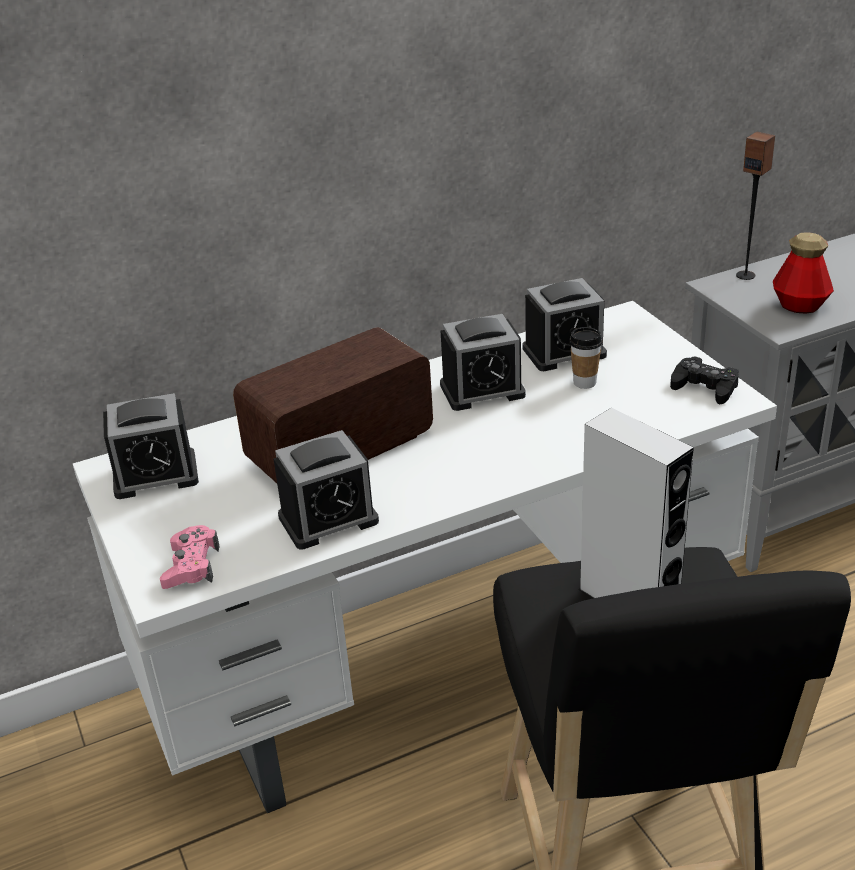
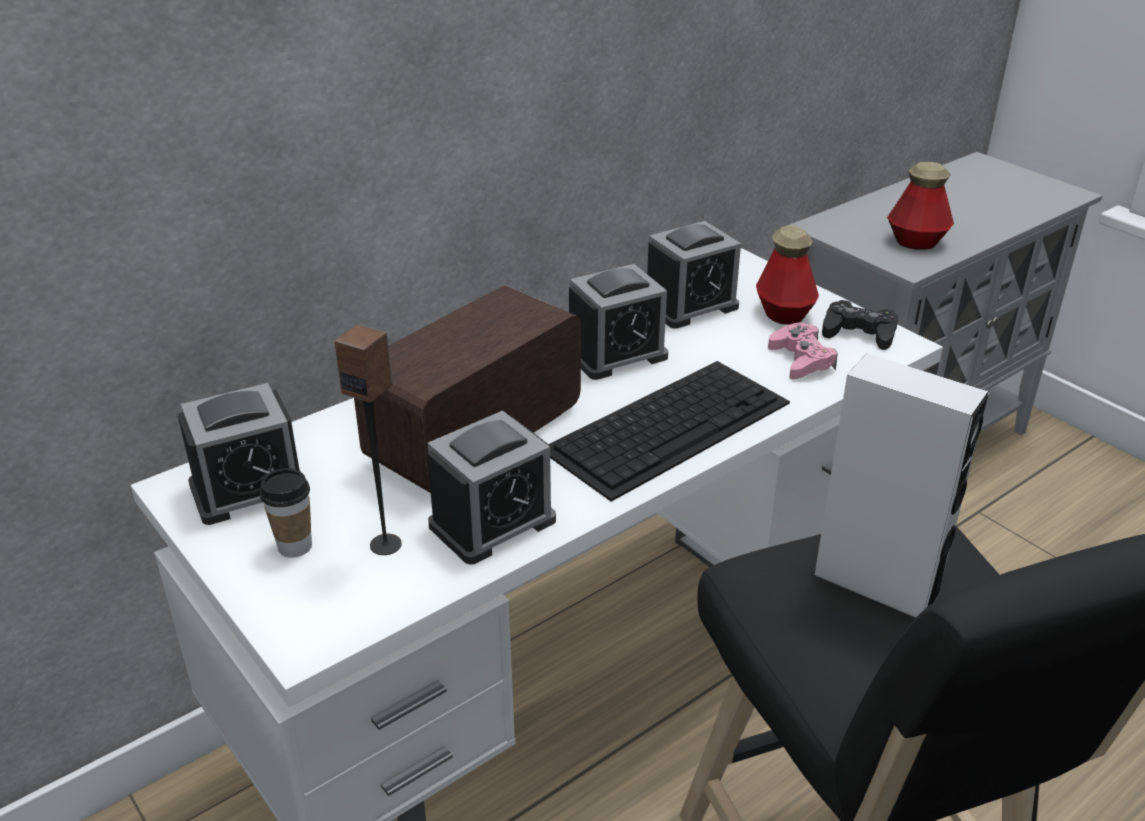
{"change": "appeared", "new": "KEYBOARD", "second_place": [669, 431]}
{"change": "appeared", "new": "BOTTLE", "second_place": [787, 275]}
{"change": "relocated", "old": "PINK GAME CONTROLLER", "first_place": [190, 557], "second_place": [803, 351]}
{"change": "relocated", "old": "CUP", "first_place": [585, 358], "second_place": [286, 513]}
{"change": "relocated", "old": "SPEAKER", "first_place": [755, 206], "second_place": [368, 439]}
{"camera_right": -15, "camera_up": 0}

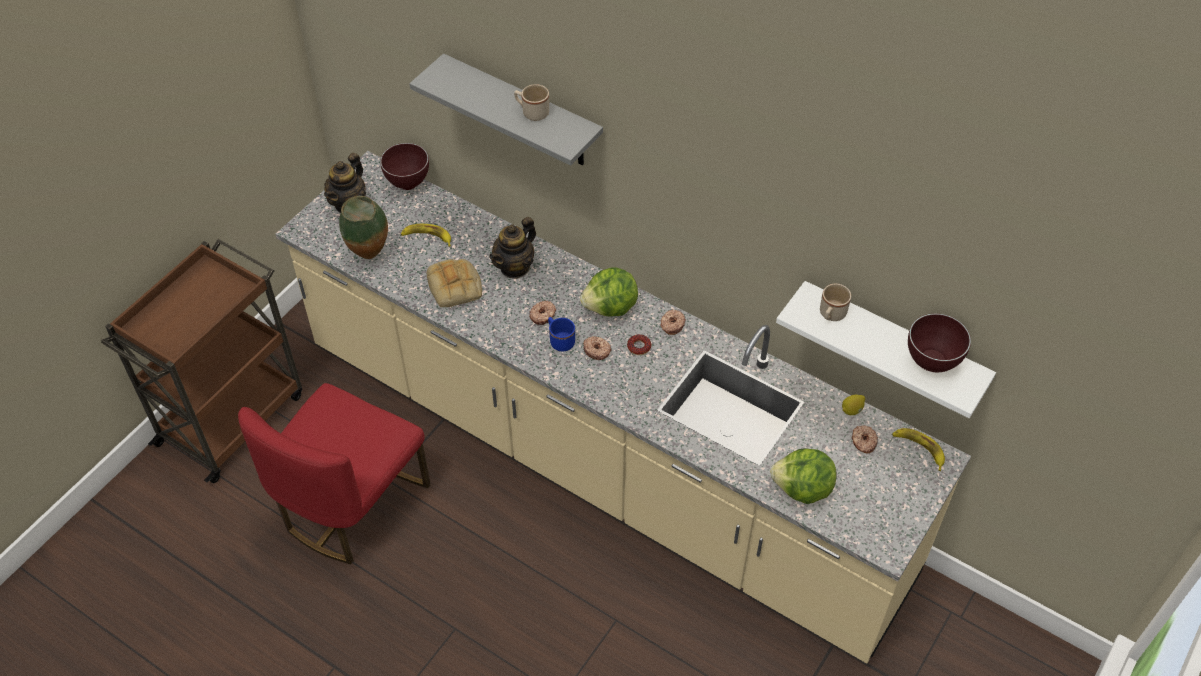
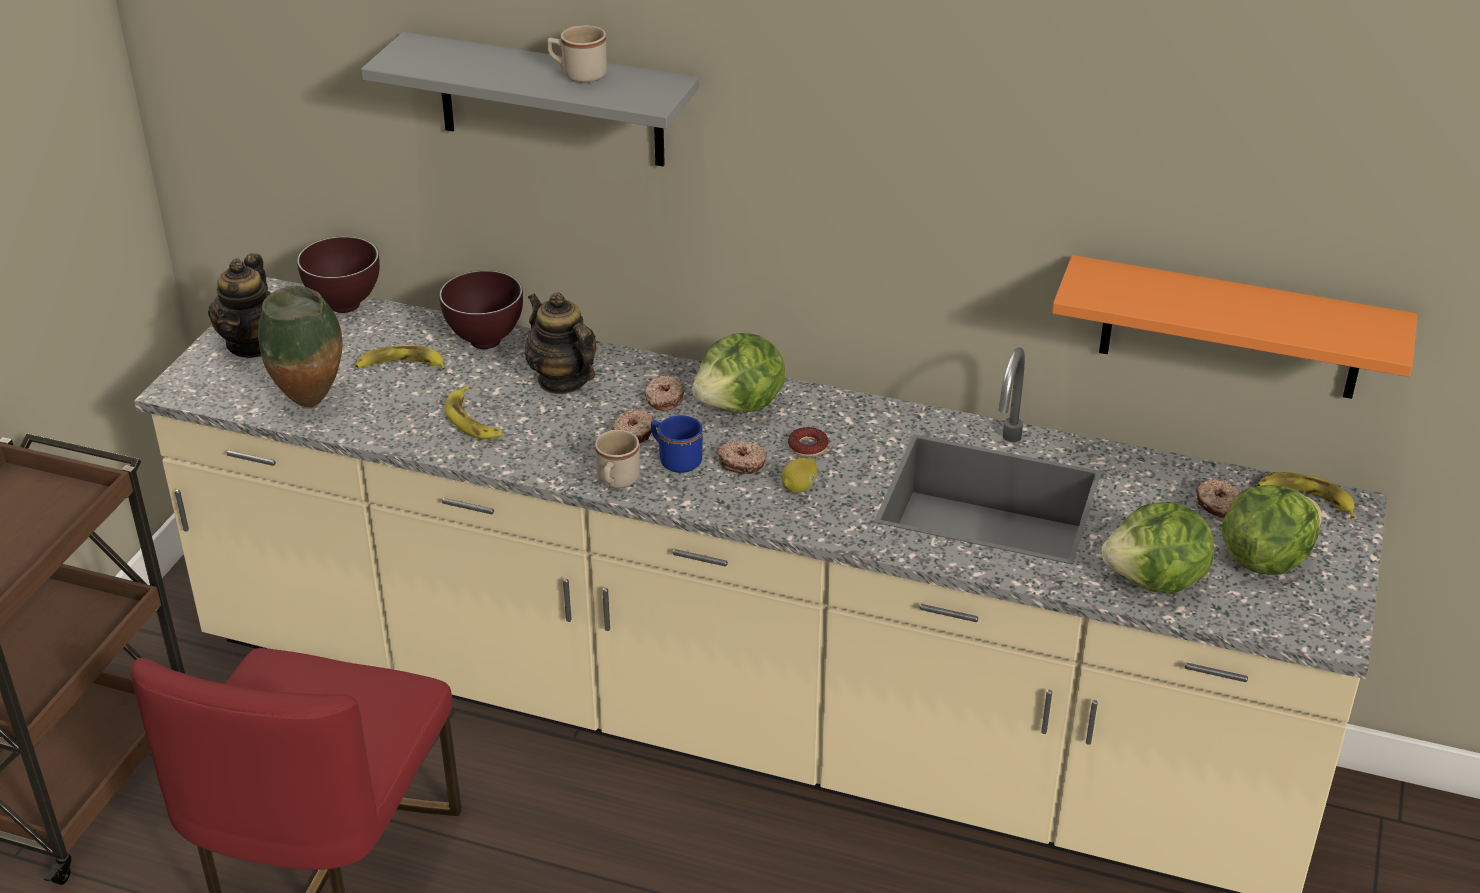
{"change": "appeared", "new": "LETTUCE", "second_place": [1272, 530]}
{"change": "relocated", "old": "DONUT", "first_place": [673, 322], "second_place": [664, 393]}
{"change": "relocated", "old": "BEIGE MUG", "first_place": [835, 302], "second_place": [617, 459]}
{"change": "relocated", "old": "LEMON", "first_place": [853, 405], "second_place": [799, 475]}
{"change": "relocated", "old": "BROWN BOWL", "first_place": [939, 342], "second_place": [481, 309]}
{"change": "exchanged", "old": "BREAD", "new": "BANANA", "first_place": [454, 283], "second_place": [474, 412]}
{"change": "colour", "old": "WHITE SHELF", "new": "ORANGE SHELF", "first_place": [886, 349], "second_place": [1235, 327]}
{"change": "spun", "old": "TEAPOT", "first_place": [512, 248], "second_place": [560, 343], "degrees": 120}
{"camera_right": -15, "camera_up": -15}

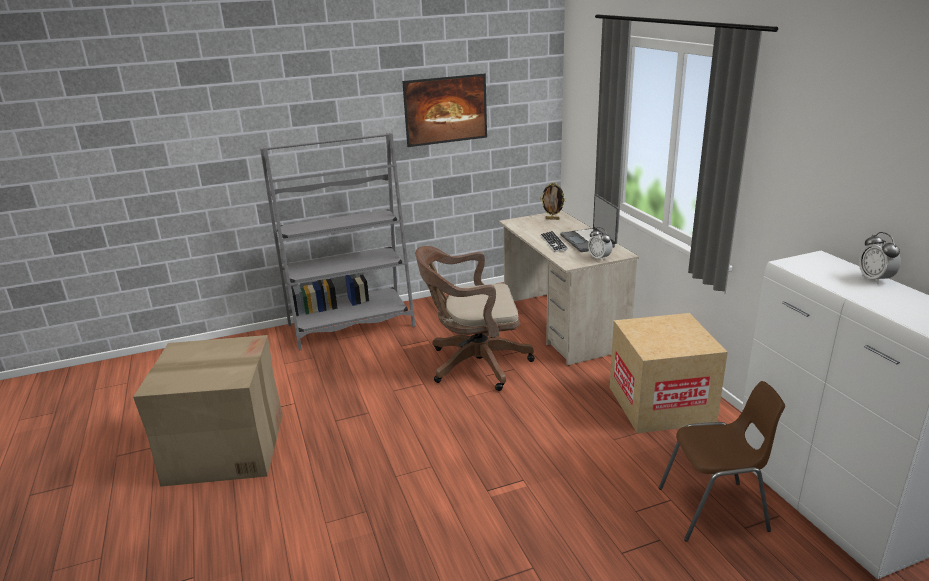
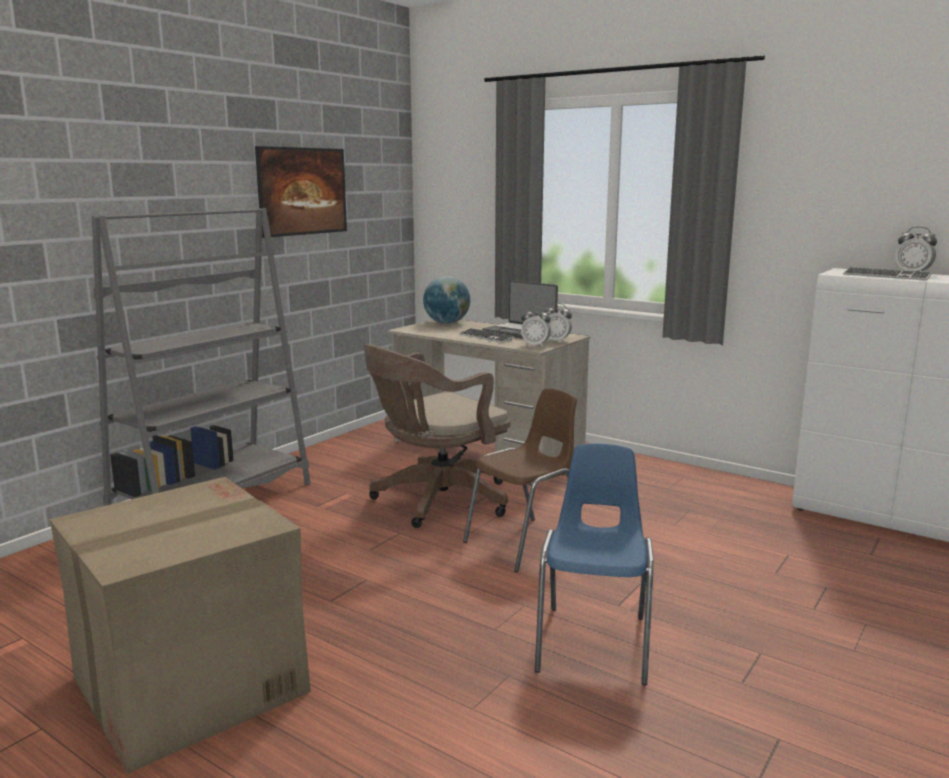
{"change": "missing", "old": "CARDBOARD BOX", "first_place": [669, 373]}
{"change": "appeared", "new": "ALARM CLOCK", "second_place": [536, 327]}
{"change": "appeared", "new": "BLUE CHAIR", "second_place": [594, 565]}
{"change": "appeared", "new": "KEYBOARD", "second_place": [887, 274]}
{"change": "relocated", "old": "BROWN CHAIR", "first_place": [722, 461], "second_place": [520, 480]}
{"change": "exchanged", "old": "PICTURE FRAME", "new": "GLOBE", "first_place": [552, 201], "second_place": [446, 300]}
{"camera_right": -35, "camera_up": -10}

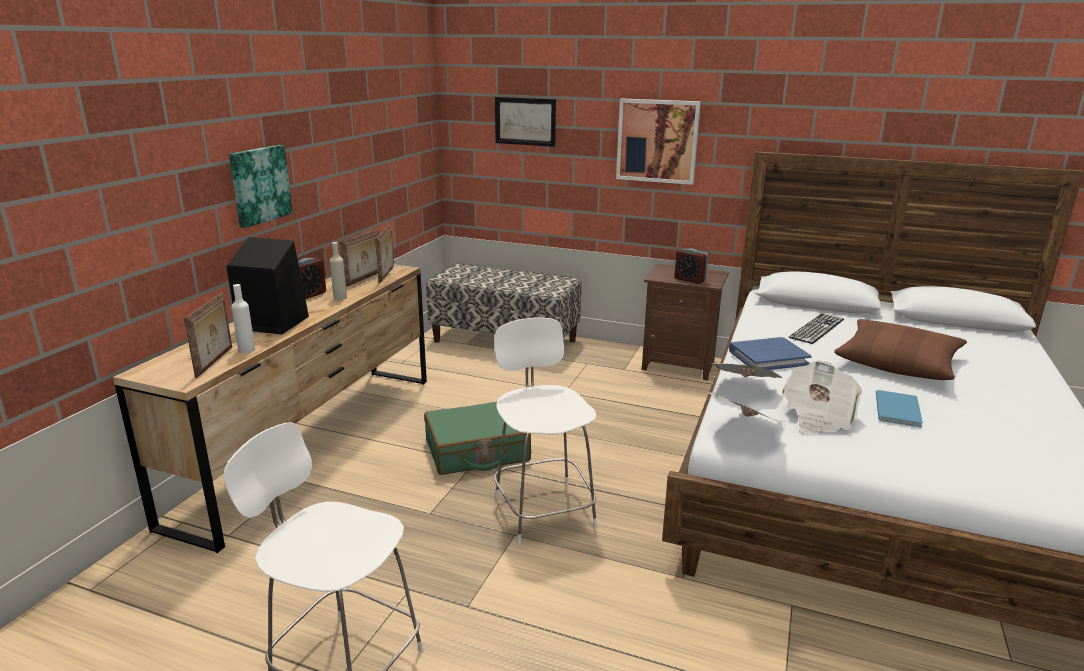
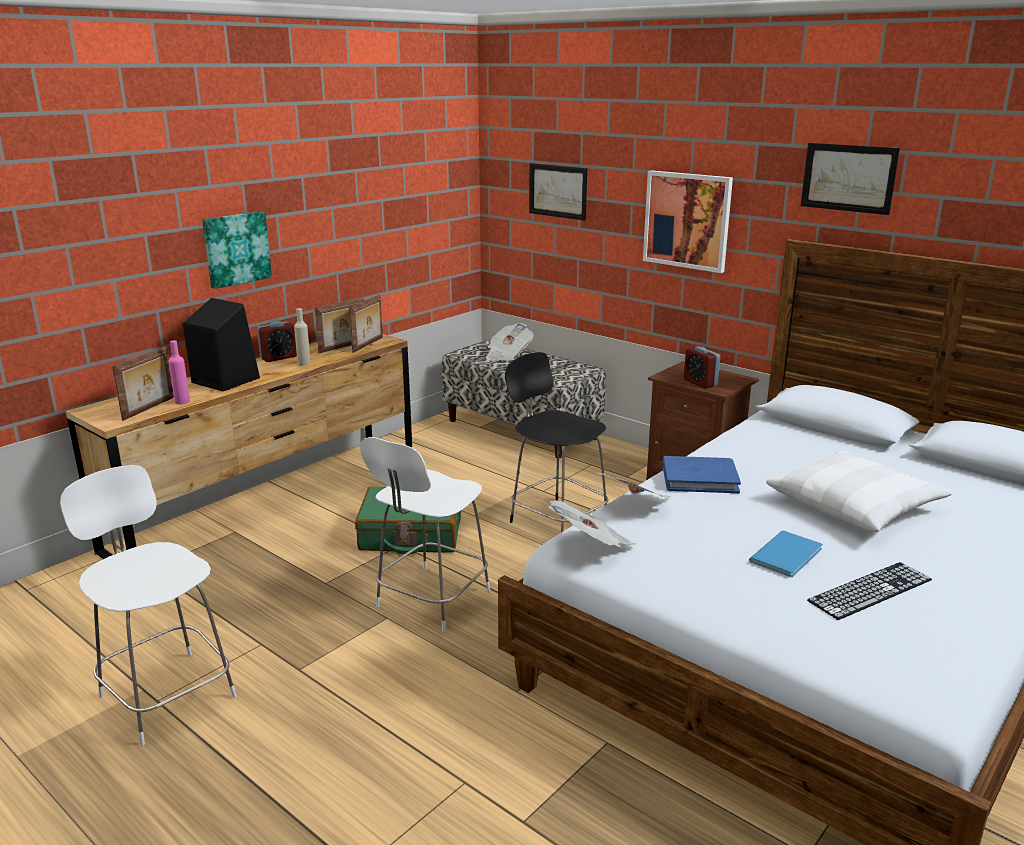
{"change": "appeared", "new": "BLACK CHAIR", "second_place": [557, 442]}
{"change": "appeared", "new": "PICTURE", "second_place": [850, 179]}
{"change": "relocated", "old": "NEWSPAPER", "first_place": [822, 397], "second_place": [509, 342]}
{"change": "relocated", "old": "KEYBOARD", "first_place": [816, 328], "second_place": [869, 591]}
{"change": "colour", "old": "WHITE BOTTLE", "new": "PINK BOTTLE", "first_place": [243, 318], "second_place": [179, 372]}
{"change": "colour", "old": "BROWN PILLOW", "new": "WHITE PILLOW", "first_place": [900, 349], "second_place": [859, 491]}
{"change": "spun", "old": "WHITE CHAIR", "first_place": [545, 431], "second_place": [425, 534], "degrees": -150}
{"camera_right": 20, "camera_up": 0}

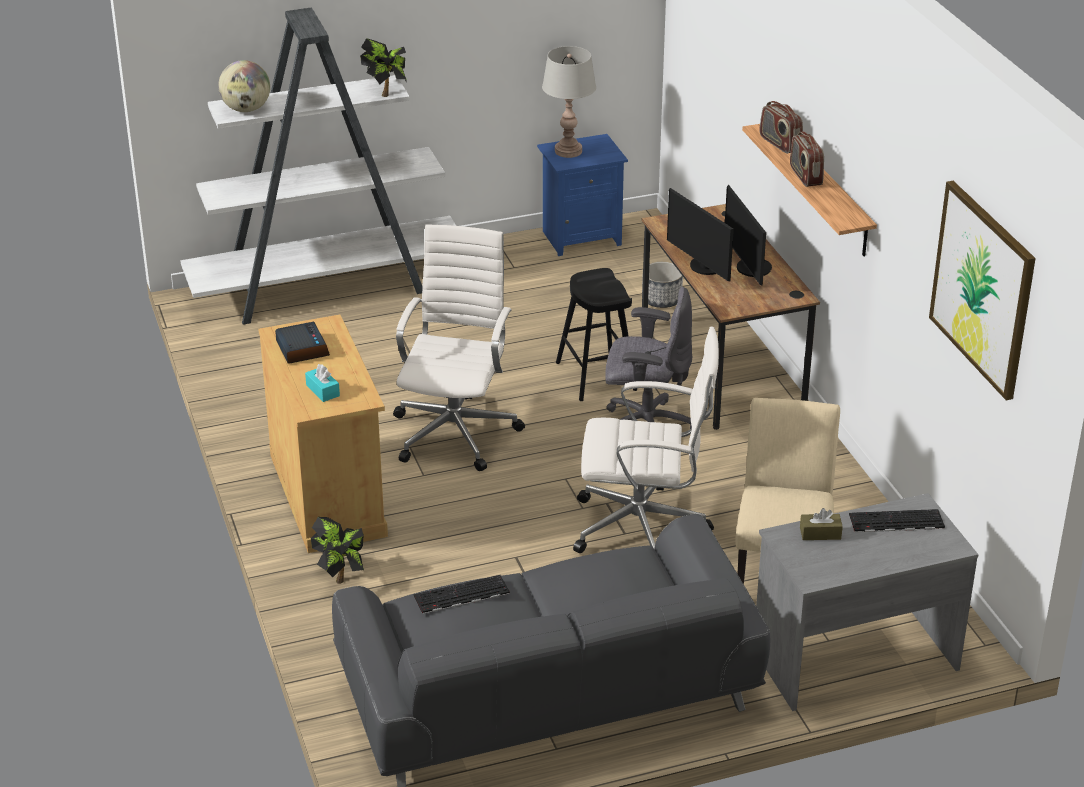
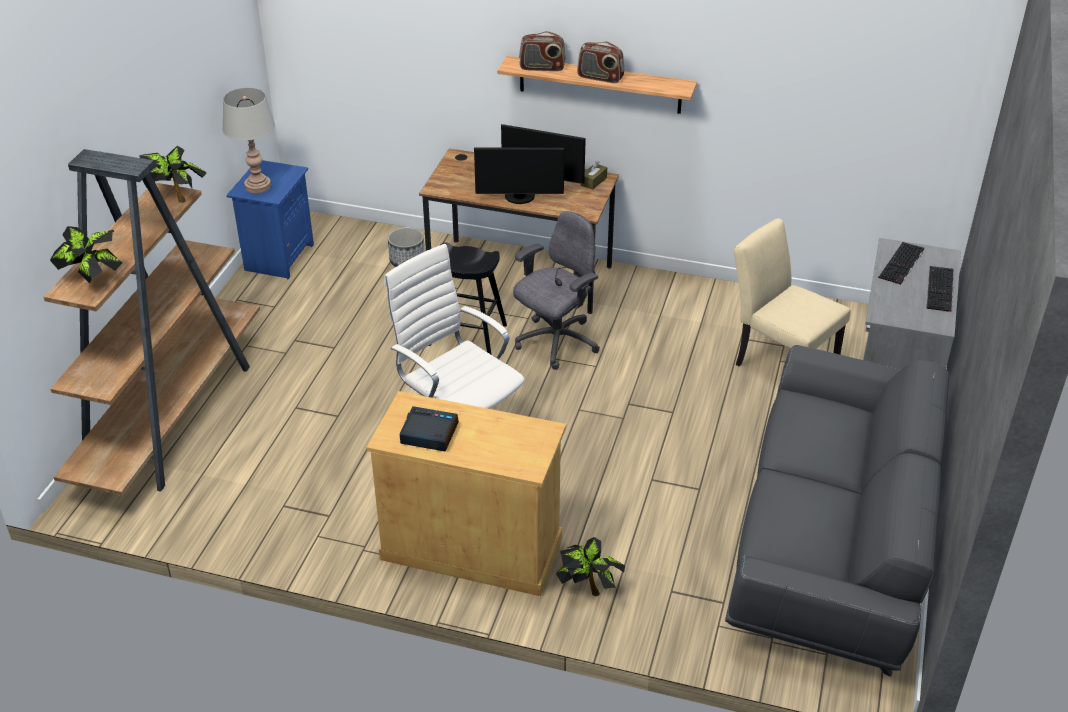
{"change": "missing", "old": "TURQUOISE TISSUE BOX", "first_place": [322, 383]}
{"change": "missing", "old": "WHITE OFFICE CHAIR", "first_place": [646, 440]}
{"change": "missing", "old": "PICTURE", "first_place": [982, 290]}
{"change": "relocated", "old": "KEYBOARD", "first_place": [462, 594], "second_place": [940, 289]}
{"change": "relocated", "old": "BROWN TISSUE BOX", "first_place": [821, 524], "second_place": [593, 175]}
{"change": "exchanged", "old": "GLOBE", "new": "POTTED PLANT", "first_place": [244, 86], "second_place": [86, 255]}
{"change": "colour", "old": "WHITE BOOKCASE", "new": "BROWN BOOKCASE", "first_place": [318, 166], "second_place": [151, 322]}
{"camera_right": -55, "camera_up": 5}

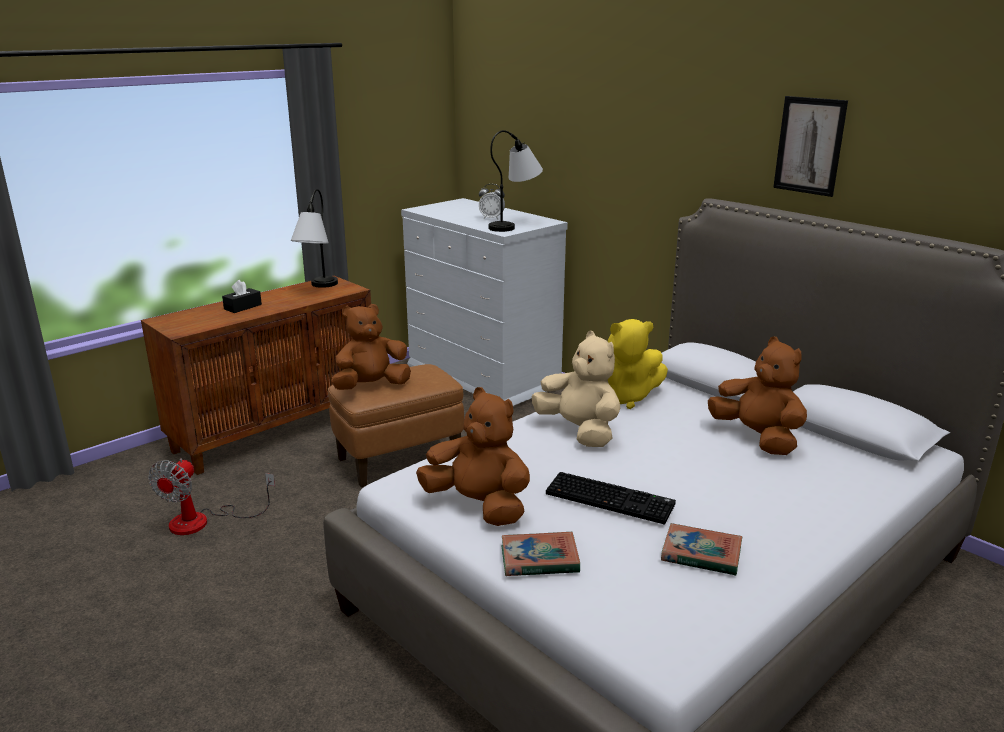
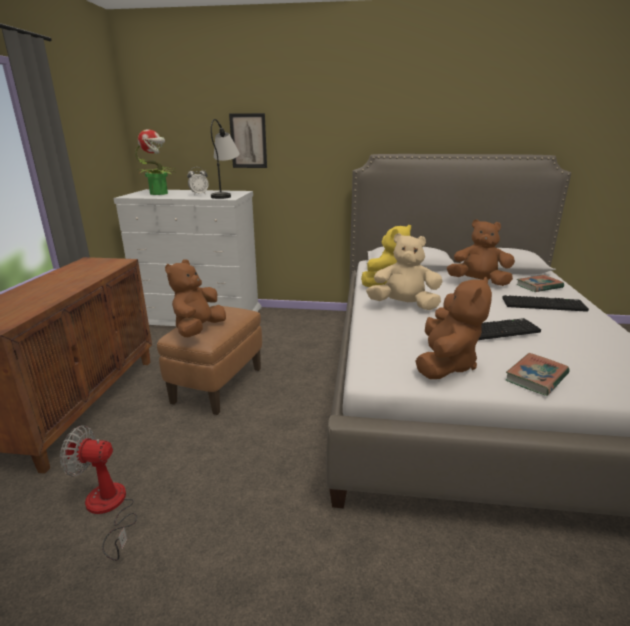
{"change": "missing", "old": "BLACK TISSUE BOX", "first_place": [242, 296]}
{"change": "missing", "old": "TABLE LAMP", "first_place": [314, 238]}
{"change": "appeared", "new": "POTTED PLANT", "second_place": [155, 162]}
{"change": "appeared", "new": "KEYBOARD", "second_place": [545, 303]}
{"change": "relocated", "old": "BOOK", "first_place": [701, 549], "second_place": [540, 283]}
{"change": "relocated", "old": "PICTURE", "first_place": [810, 146], "second_place": [248, 140]}
{"change": "spun", "old": "FAN", "first_place": [212, 496], "second_place": [98, 493], "degrees": 120}
{"change": "spun", "old": "BROWN PLUSH TOY", "first_place": [473, 456], "second_place": [453, 328], "degrees": 120}
{"camera_right": -40, "camera_up": 0}

